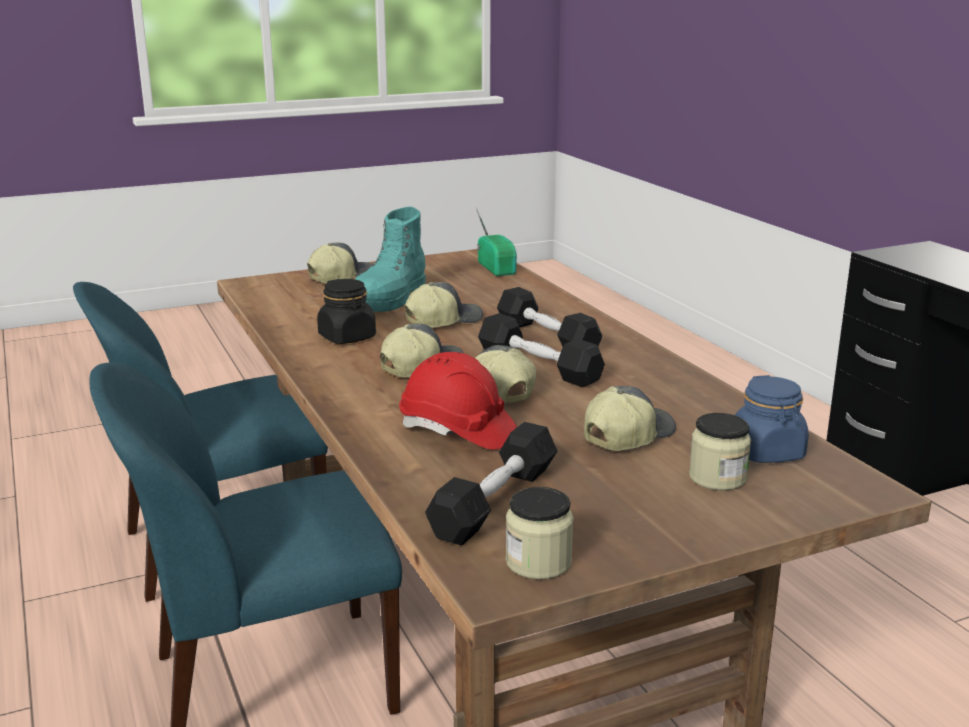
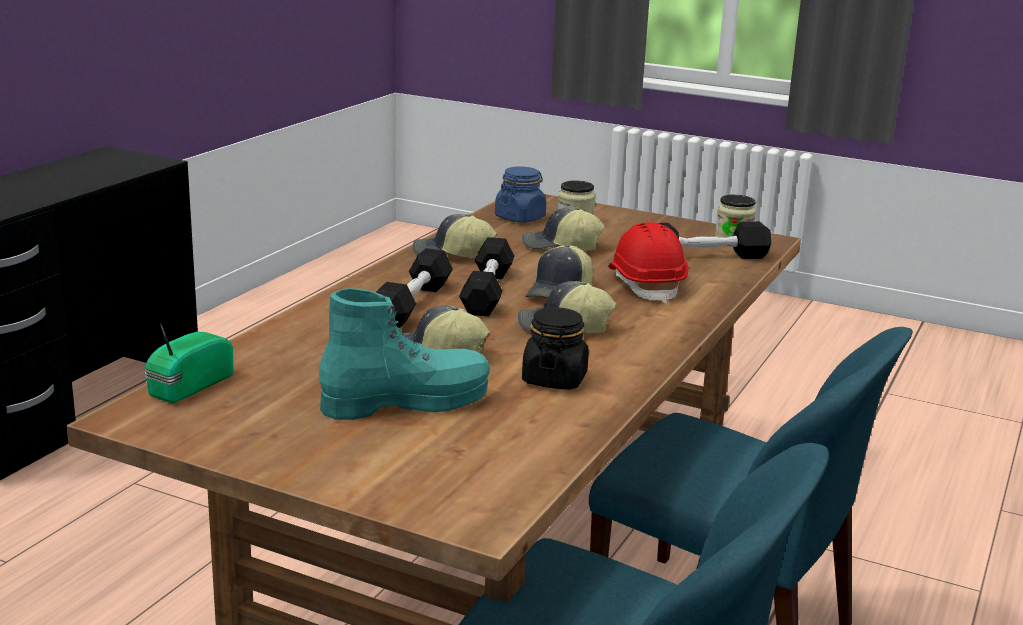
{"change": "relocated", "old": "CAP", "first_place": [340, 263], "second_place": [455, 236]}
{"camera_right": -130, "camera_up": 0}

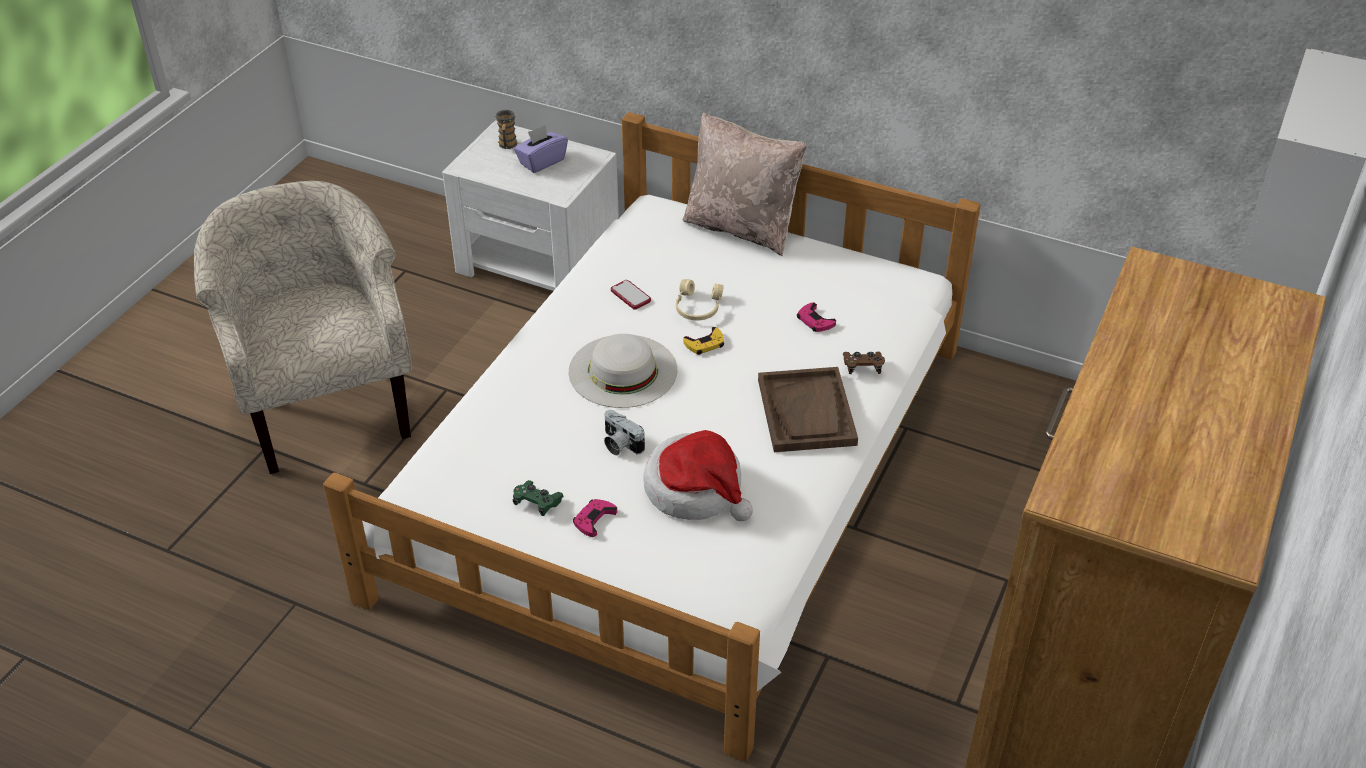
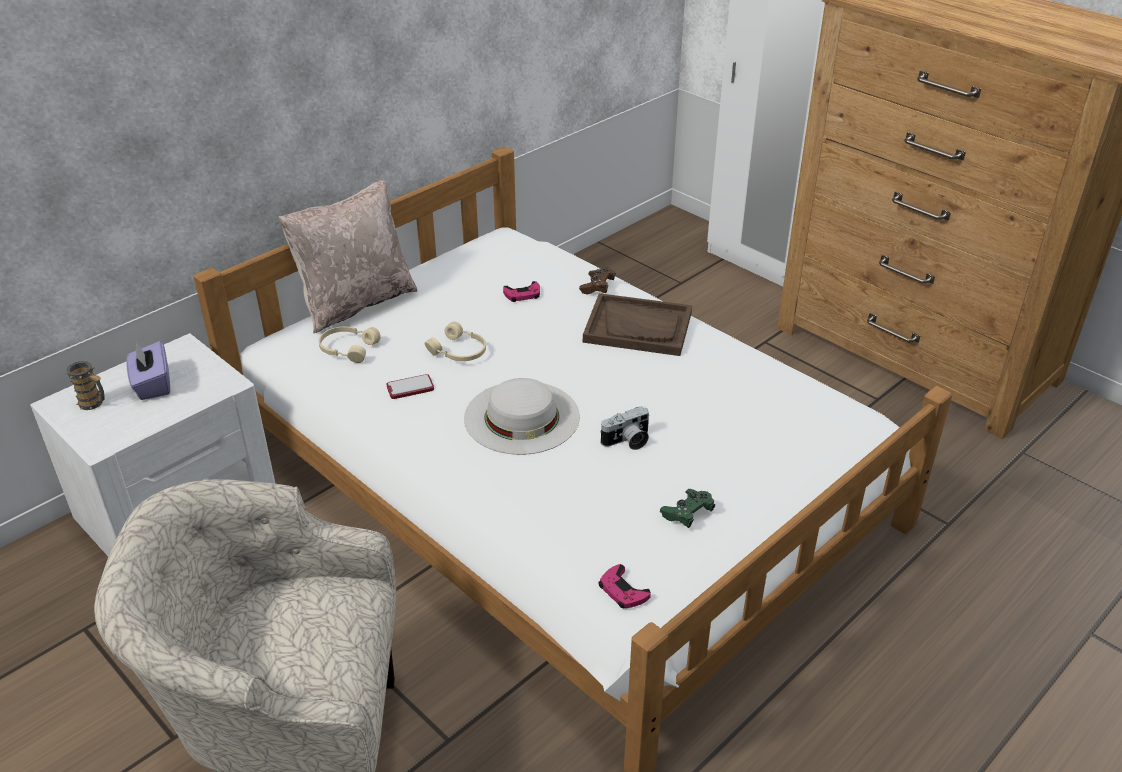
{"change": "missing", "old": "HAT", "first_place": [698, 475]}
{"change": "missing", "old": "YELLOW GAME CONTROLLER", "first_place": [704, 341]}
{"change": "appeared", "new": "BEIGE HEADPHONES", "second_place": [349, 345]}
{"change": "relocated", "old": "PINK GAME CONTROLLER", "first_place": [595, 518], "second_place": [624, 586]}
{"camera_right": -70, "camera_up": -5}

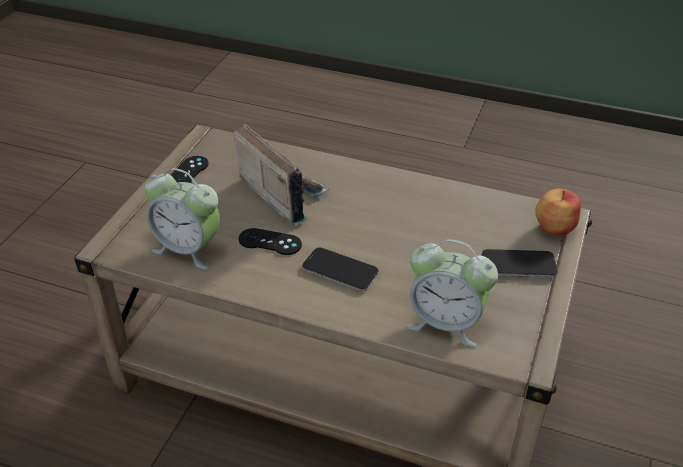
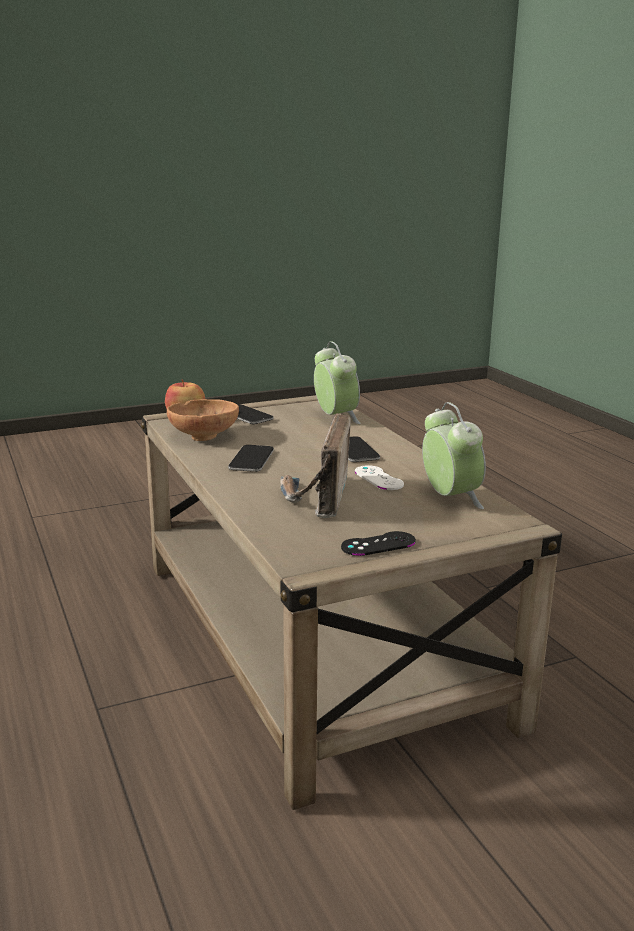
{"change": "appeared", "new": "BROWN BOWL", "second_place": [203, 420]}
{"change": "appeared", "new": "PHONE", "second_place": [251, 458]}
{"change": "colour", "old": "BLACK GAME CONTROLLER", "new": "WHITE GAME CONTROLLER", "first_place": [270, 241], "second_place": [379, 477]}
{"camera_right": -135, "camera_up": -20}

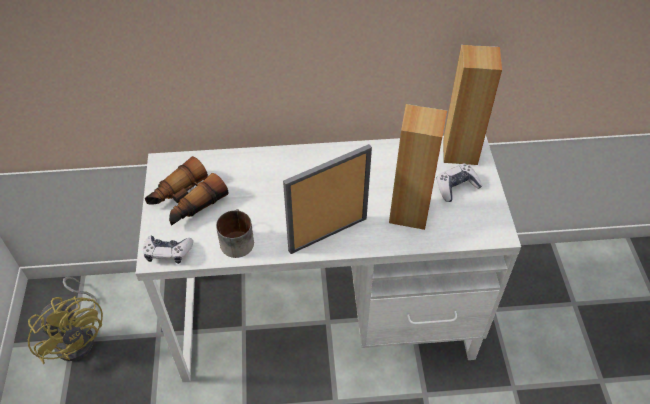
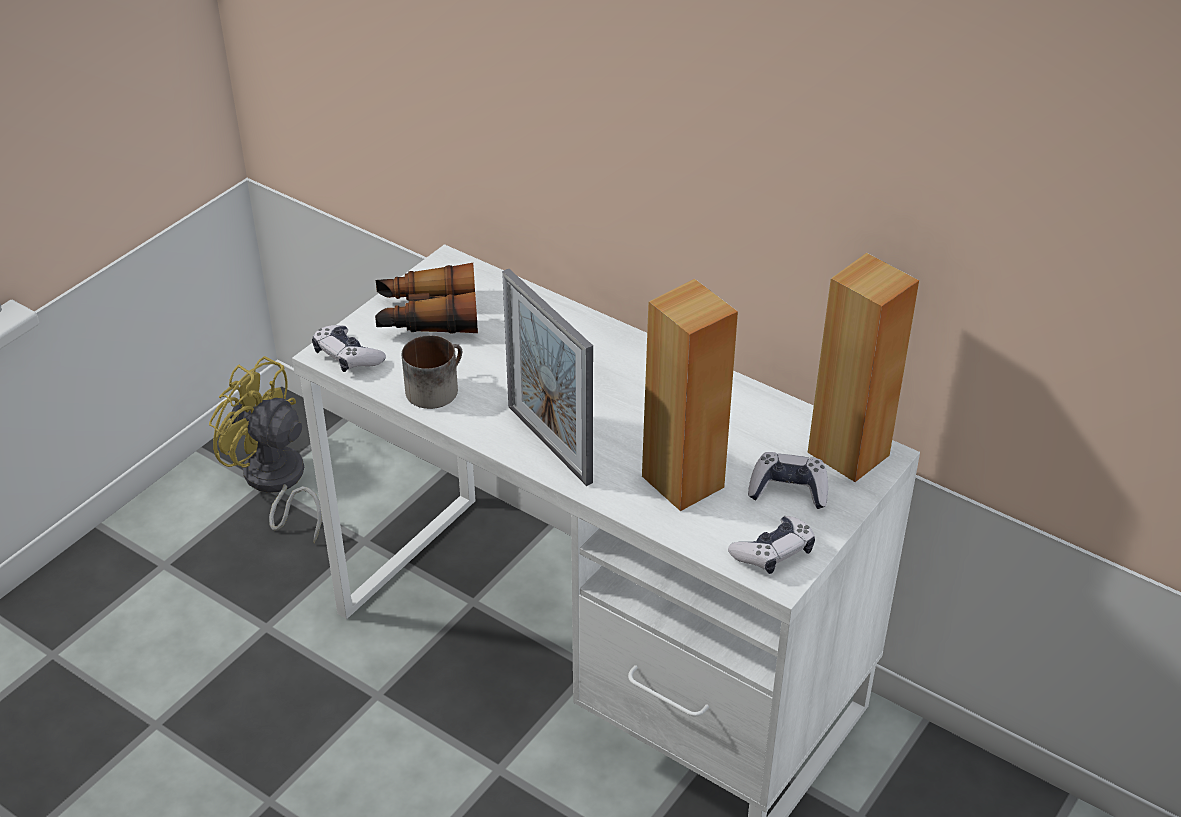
{"change": "appeared", "new": "GAME CONTROLLER", "second_place": [771, 545]}
{"change": "spun", "old": "YELLOW FAN", "first_place": [65, 320], "second_place": [265, 450], "degrees": 120}
{"change": "spun", "old": "PICTURE FRAME", "first_place": [327, 199], "second_place": [547, 377], "degrees": -135}
{"camera_right": 40, "camera_up": -10}

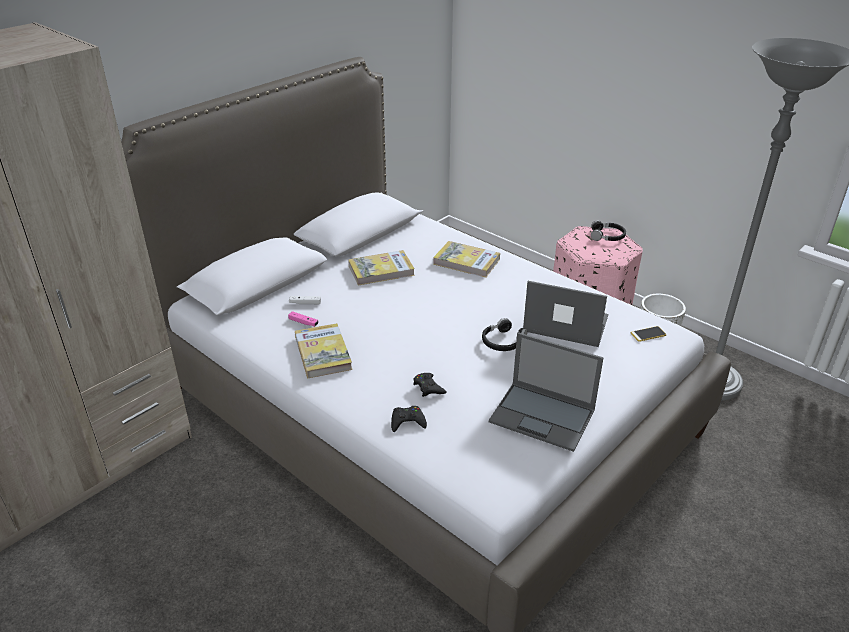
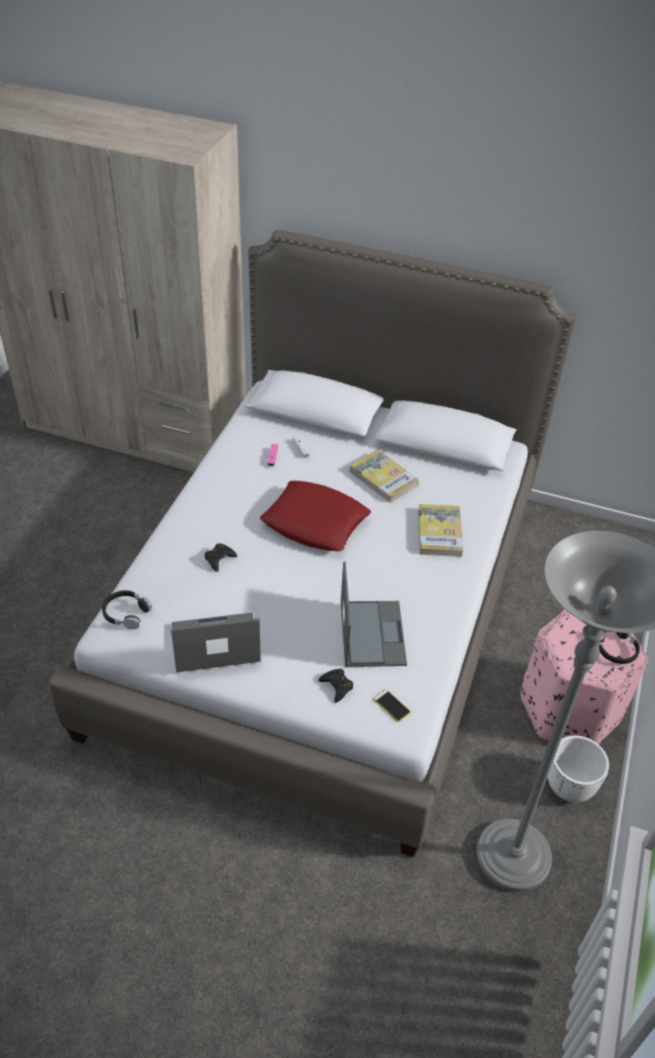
{"change": "missing", "old": "BOOK", "first_place": [324, 350]}
{"change": "appeared", "new": "RED PILLOW", "second_place": [315, 516]}
{"change": "relocated", "old": "BLACK GAME CONTROLLER", "first_place": [409, 419], "second_place": [335, 686]}
{"change": "relocated", "old": "BLACK HEADPHONES", "first_place": [504, 334], "second_place": [127, 609]}
{"change": "spun", "old": "LAPTOP", "first_place": [546, 392], "second_place": [216, 642], "degrees": 75}
{"camera_right": 65, "camera_up": 10}

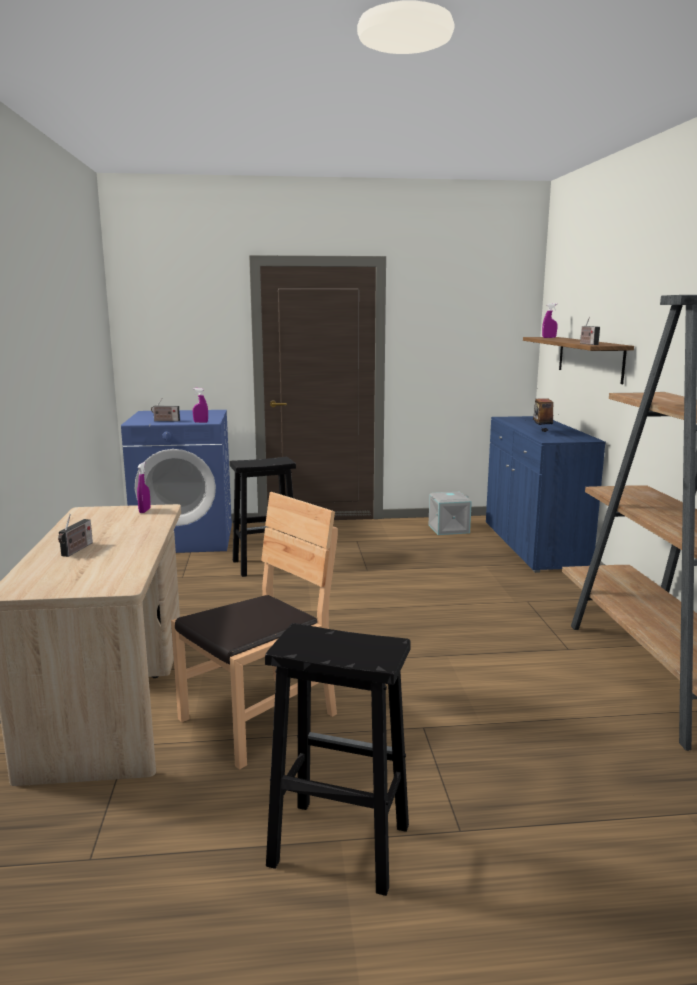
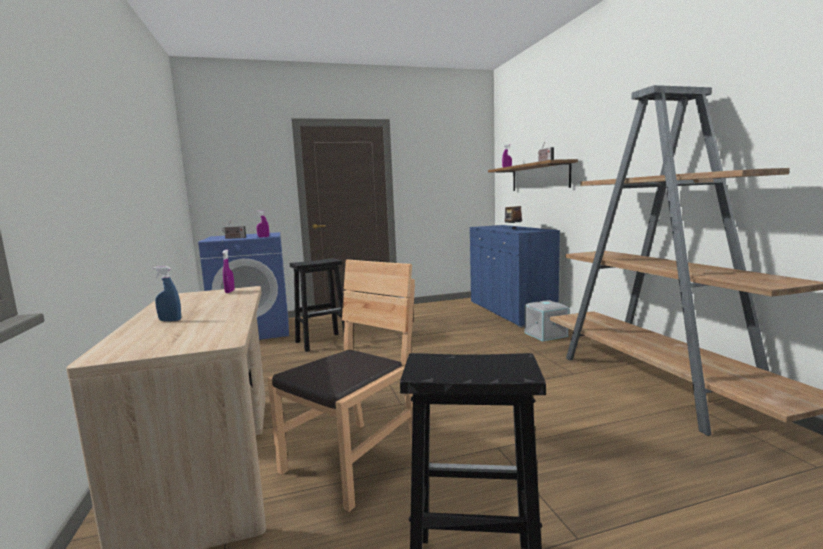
{"change": "relocated", "old": "GREY STORAGE BOX", "first_place": [450, 513], "second_place": [546, 320]}
{"change": "exchanged", "old": "RADIO", "new": "BLUE SPRAY BOTTLE", "first_place": [75, 535], "second_place": [167, 293]}
{"camera_right": -10, "camera_up": -5}

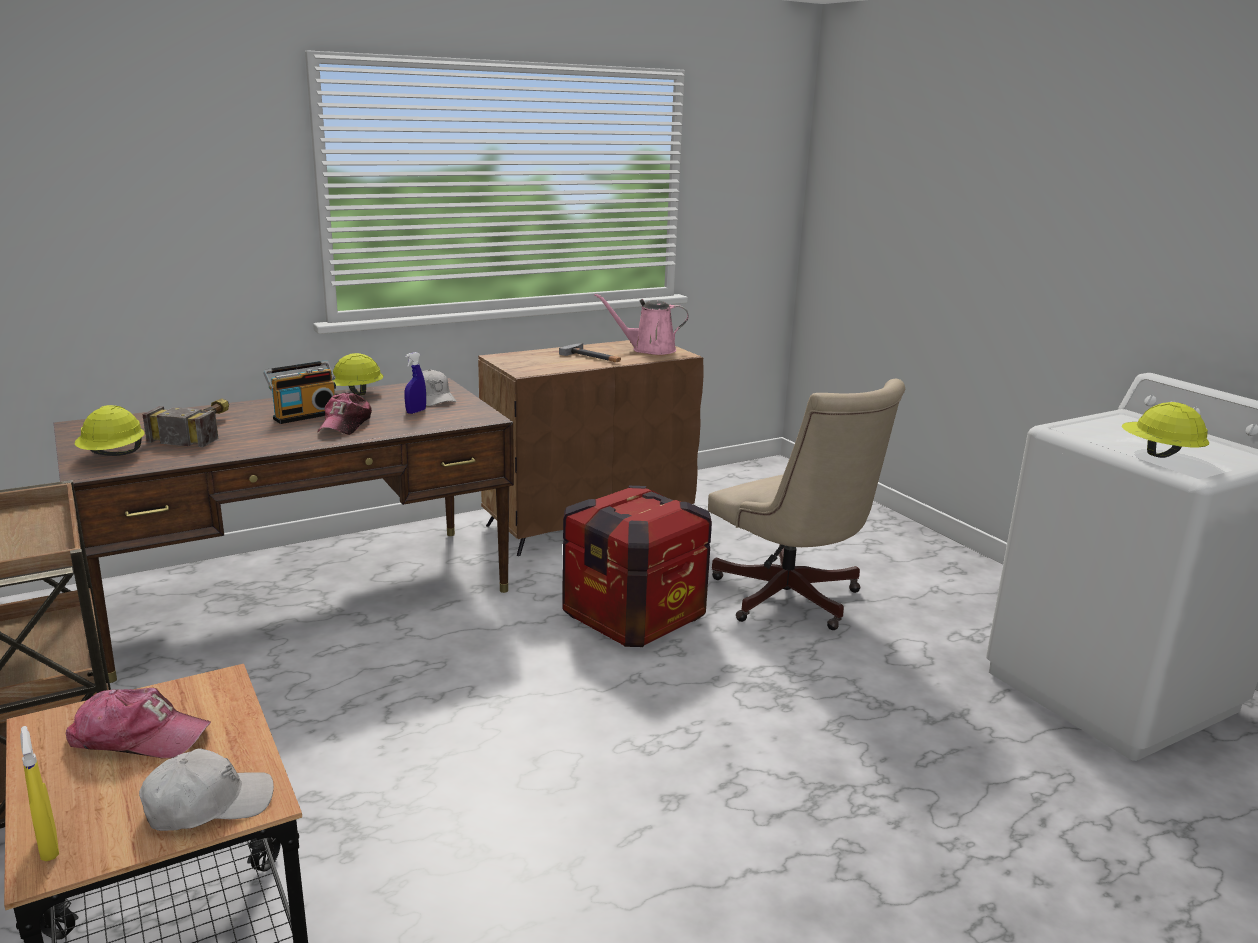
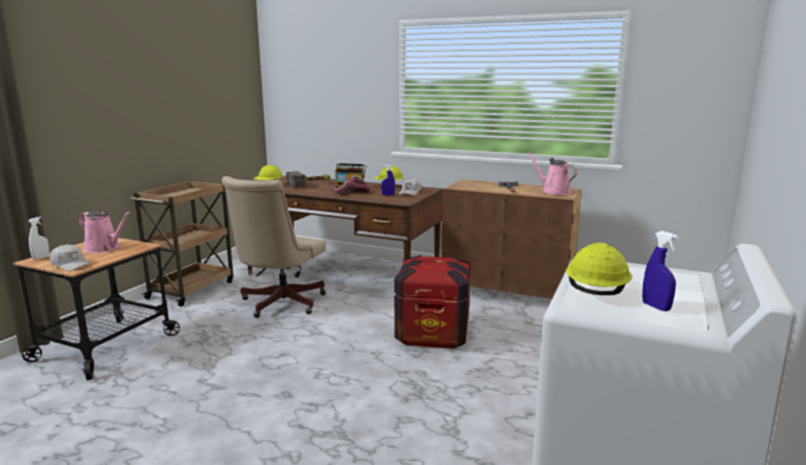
{"change": "appeared", "new": "BLUE SPRAY BOTTLE", "second_place": [660, 271]}
{"change": "relocated", "old": "BEIGE OFFICE CHAIR", "first_place": [806, 504], "second_place": [274, 247]}
{"change": "exchanged", "old": "CAP", "new": "PINK WATERING CAN", "first_place": [138, 723], "second_place": [104, 232]}
{"change": "colour", "old": "YELLOW SPRAY BOTTLE", "new": "WHITE SPRAY BOTTLE", "first_place": [39, 793], "second_place": [38, 238]}
{"camera_right": 55, "camera_up": -5}

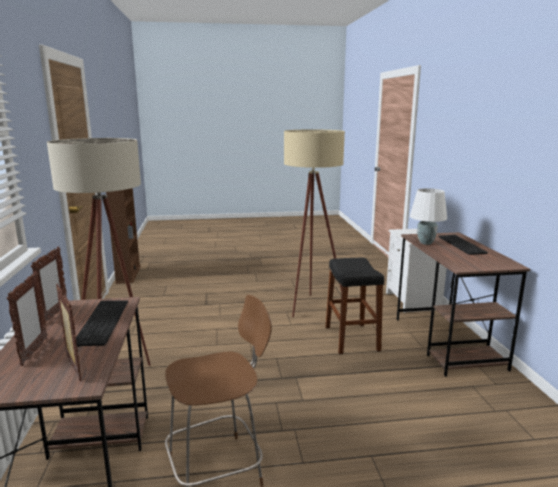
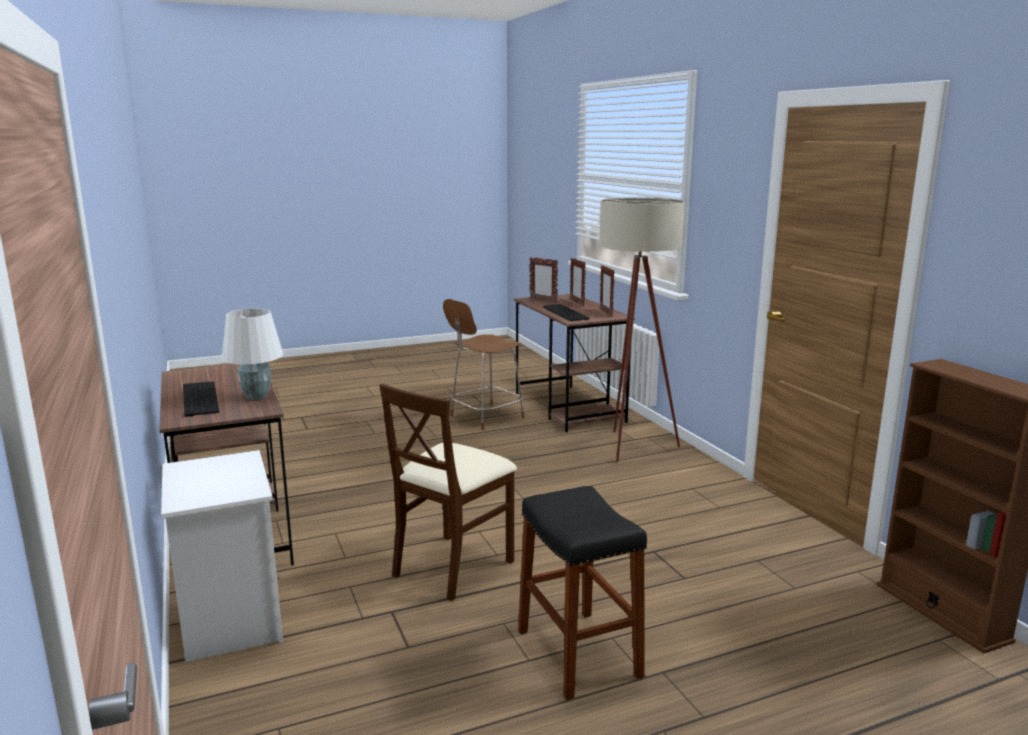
{"change": "relocated", "old": "BLACK STOOL", "first_place": [355, 305], "second_place": [582, 593]}
{"change": "exchanged", "old": "BEIGE FLOOR LAMP", "new": "BEIGE CHAIR", "first_place": [314, 223], "second_place": [448, 492]}
{"camera_right": 165, "camera_up": 0}

